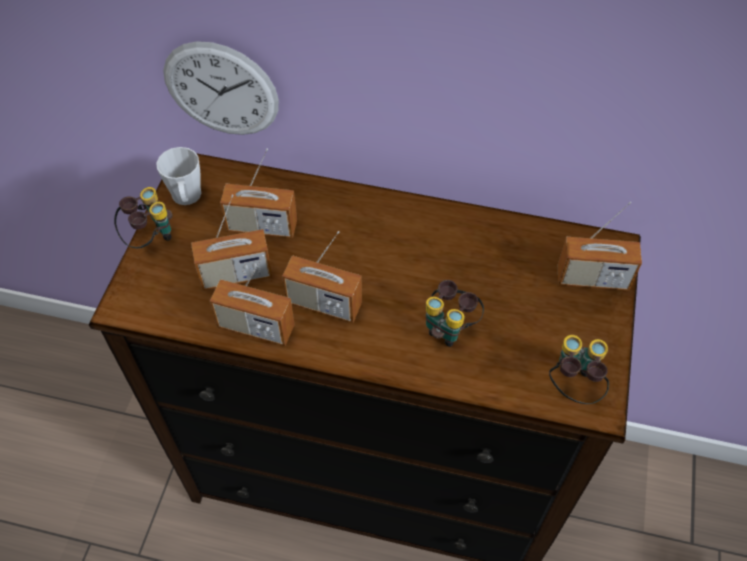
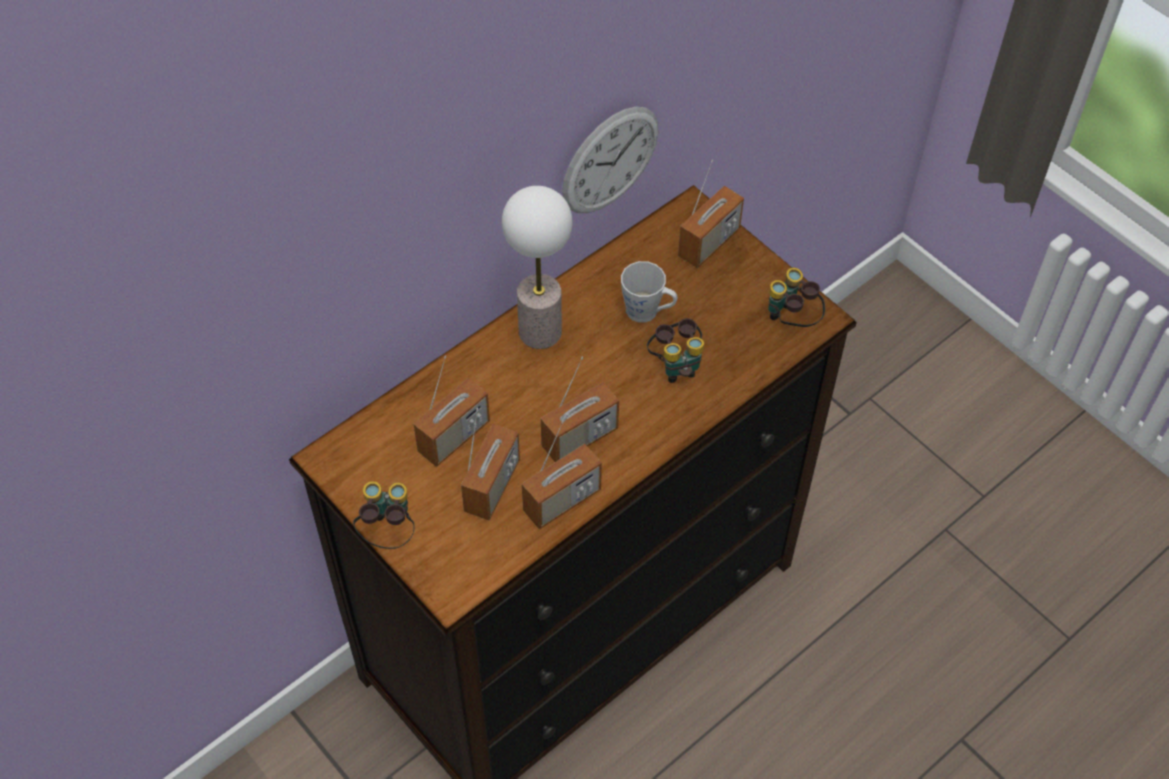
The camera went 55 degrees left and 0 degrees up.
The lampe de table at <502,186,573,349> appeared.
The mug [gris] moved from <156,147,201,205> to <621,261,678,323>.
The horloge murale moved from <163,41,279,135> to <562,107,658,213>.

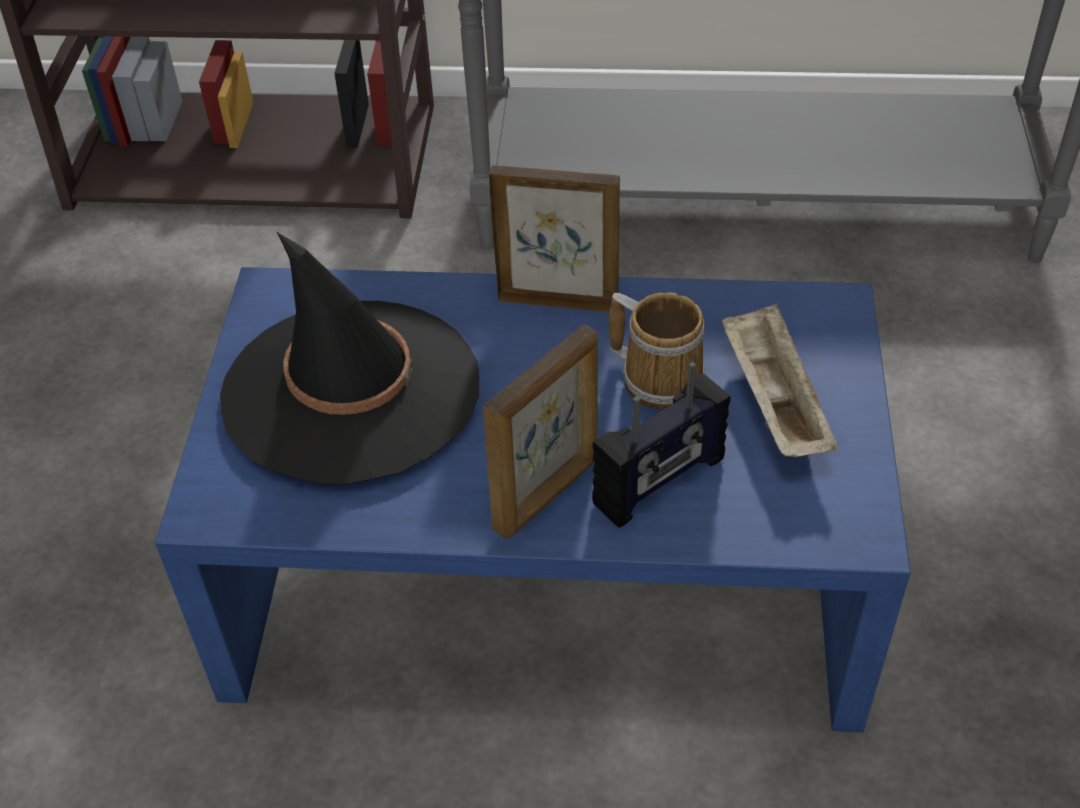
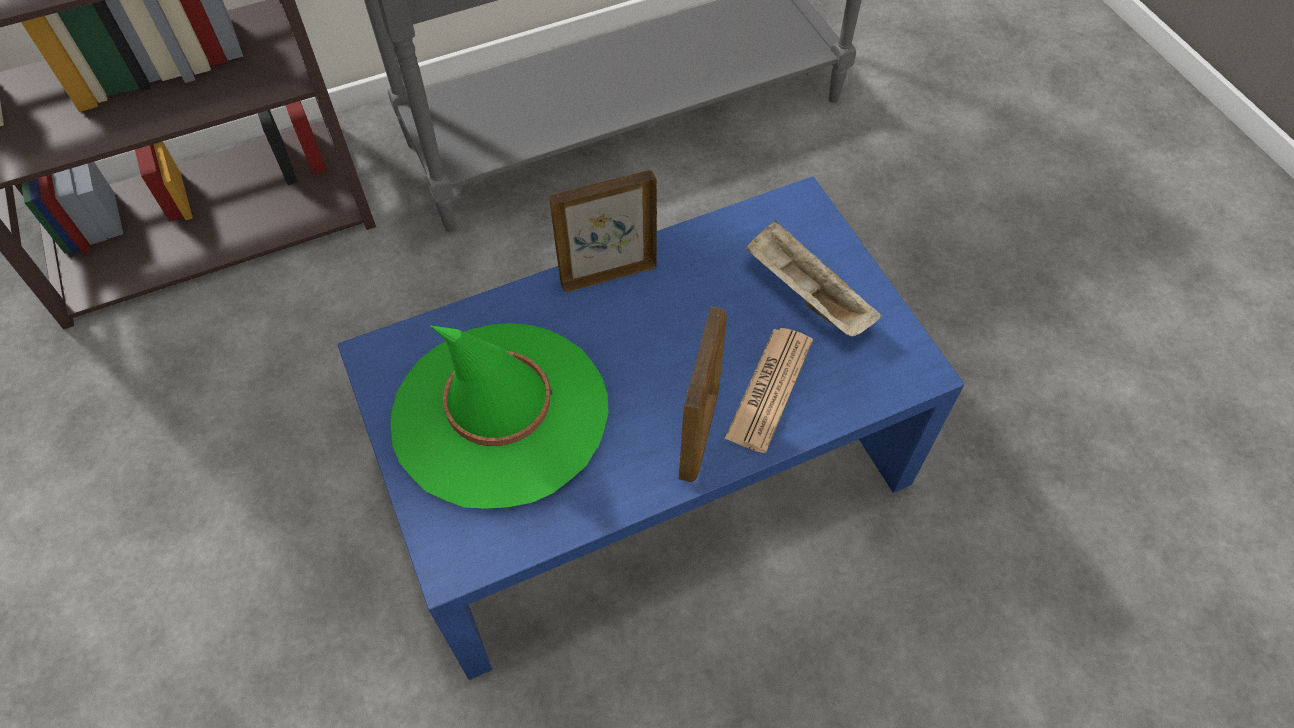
The camera went 30 degrees left and 10 degrees up.
The mug at <609,292,705,410> disappeared.
The radio at <592,362,731,528> was replaced by the journal at <725,328,813,453>.
The chapeau [noir] at <220,232,479,485> became the chapeau [vert] at <391,323,609,509>.

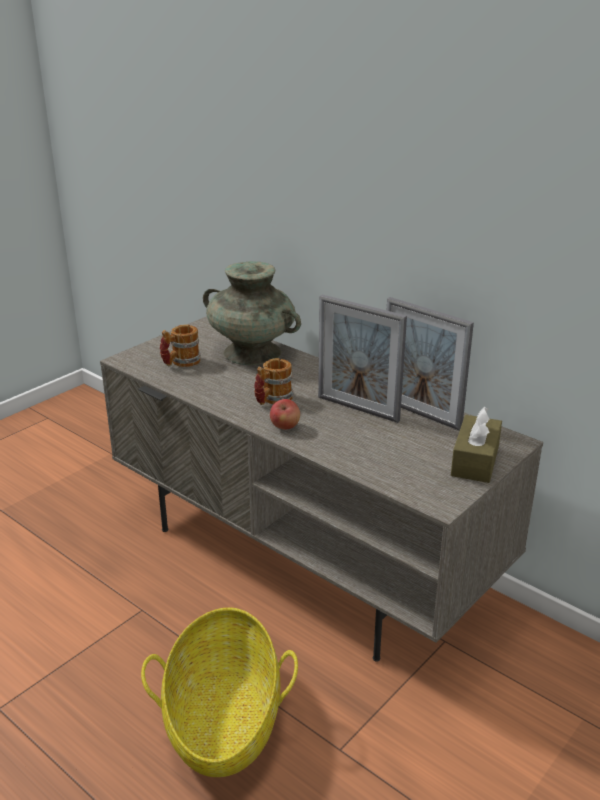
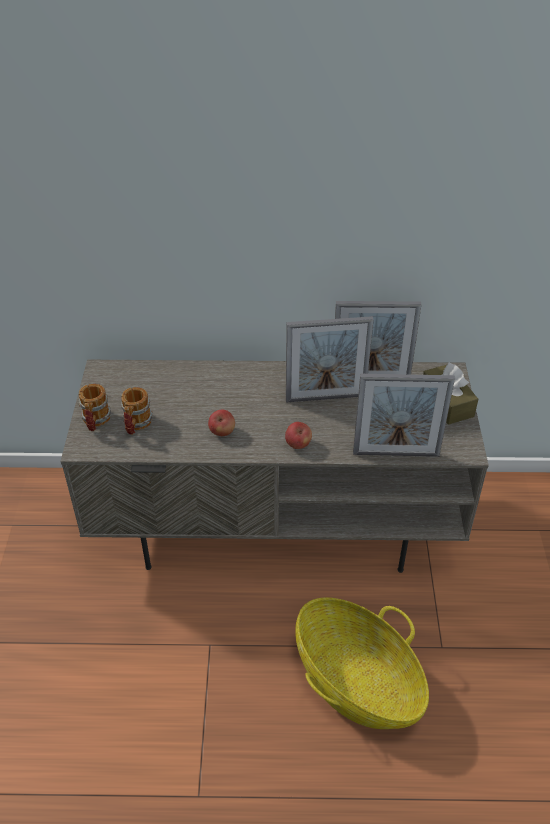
The camera went 40 degrees left and 15 degrees up.
The vase [turquoise] at <203,261,301,365> disappeared.
The pomme at <208,409,235,436> appeared.
The cadre photo at <353,374,455,457> appeared.
The mug moved from <254,358,294,405> to <79,384,111,431>.

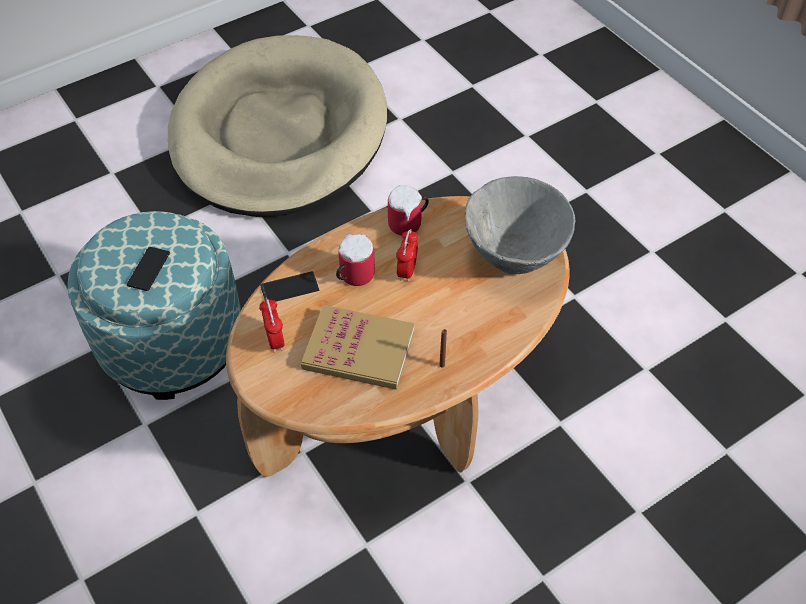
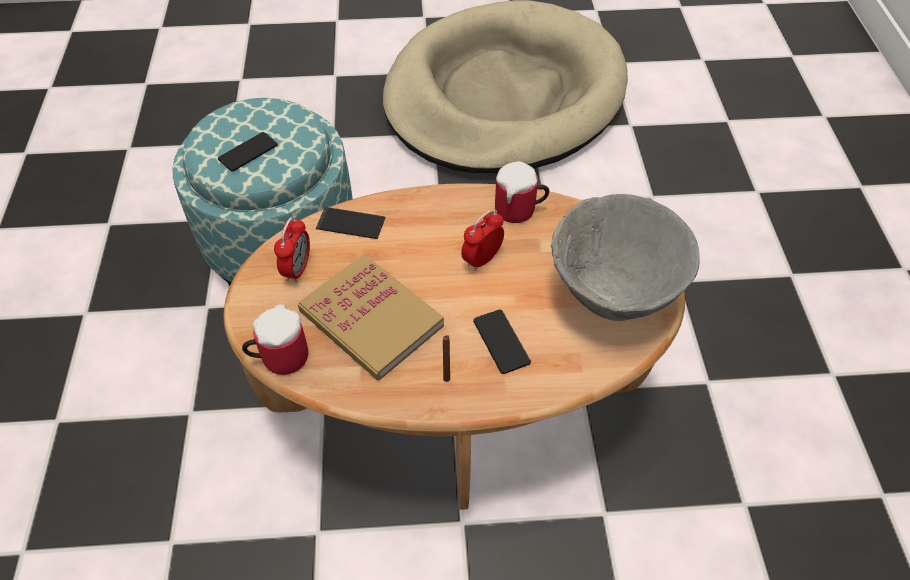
The camera went 30 degrees right and 0 degrees up.
The téléphone at <473,309,531,374> appeared.
The mug moved from <336,234,375,286> to <242,304,308,375>.

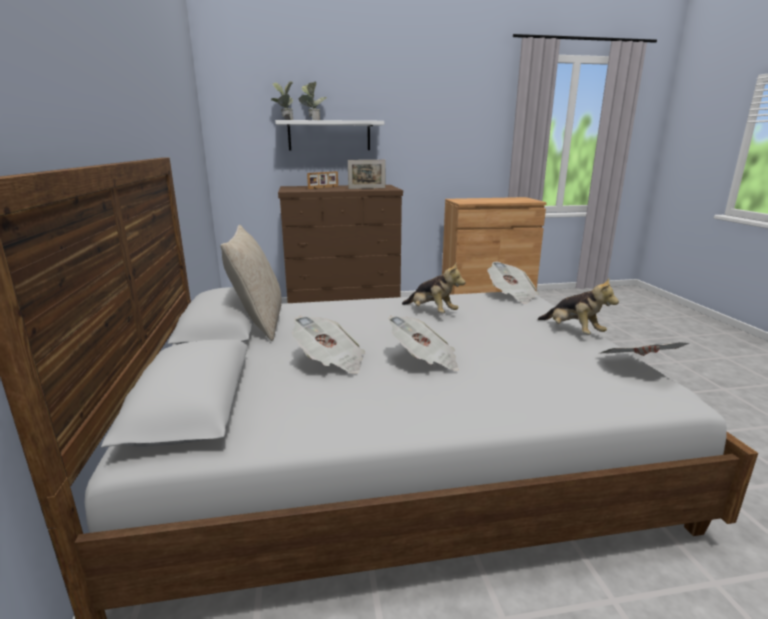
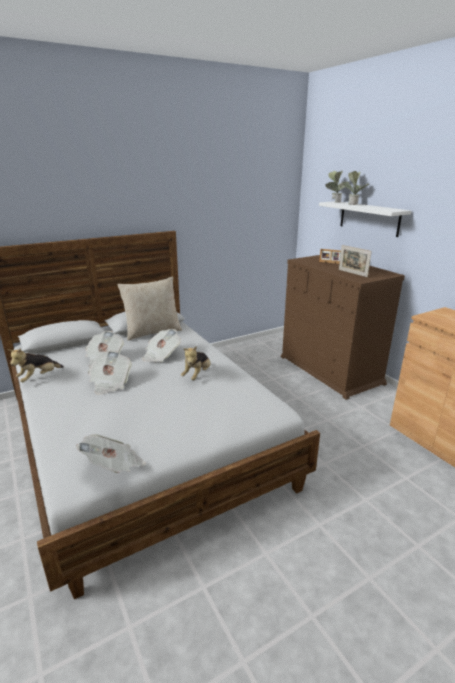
The camera went 70 degrees right and 5 degrees up.
The journal moved from <487,262,539,304> to <142,329,181,362>.
The peluche moved from <538,278,619,334> to <8,348,64,382>.

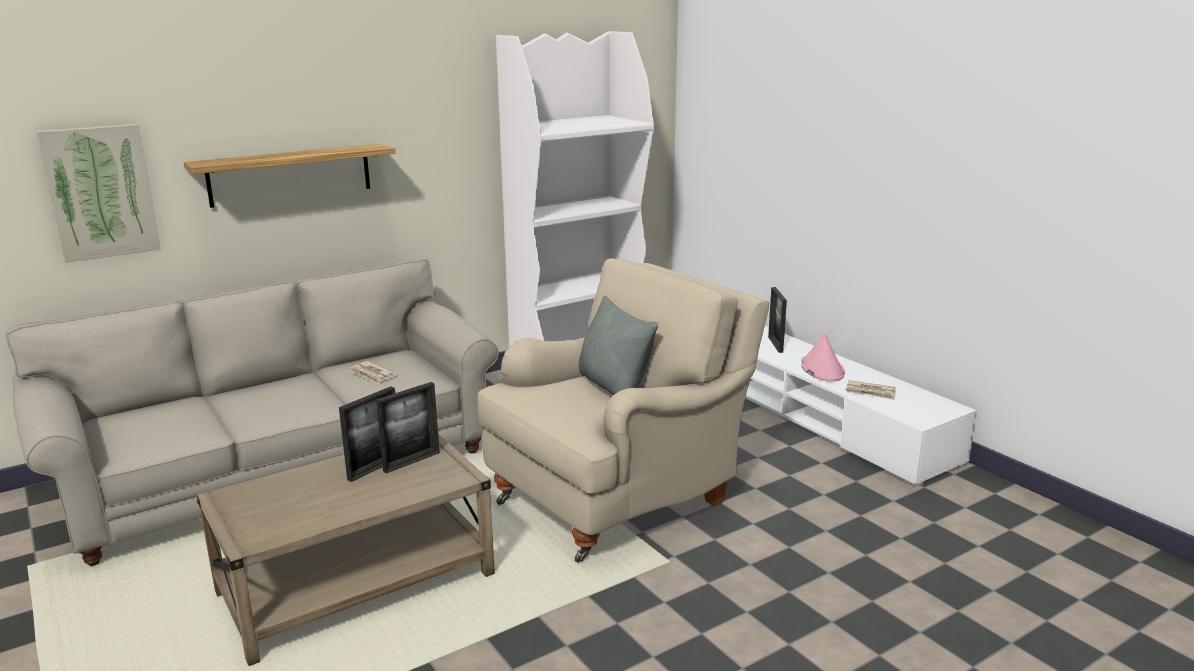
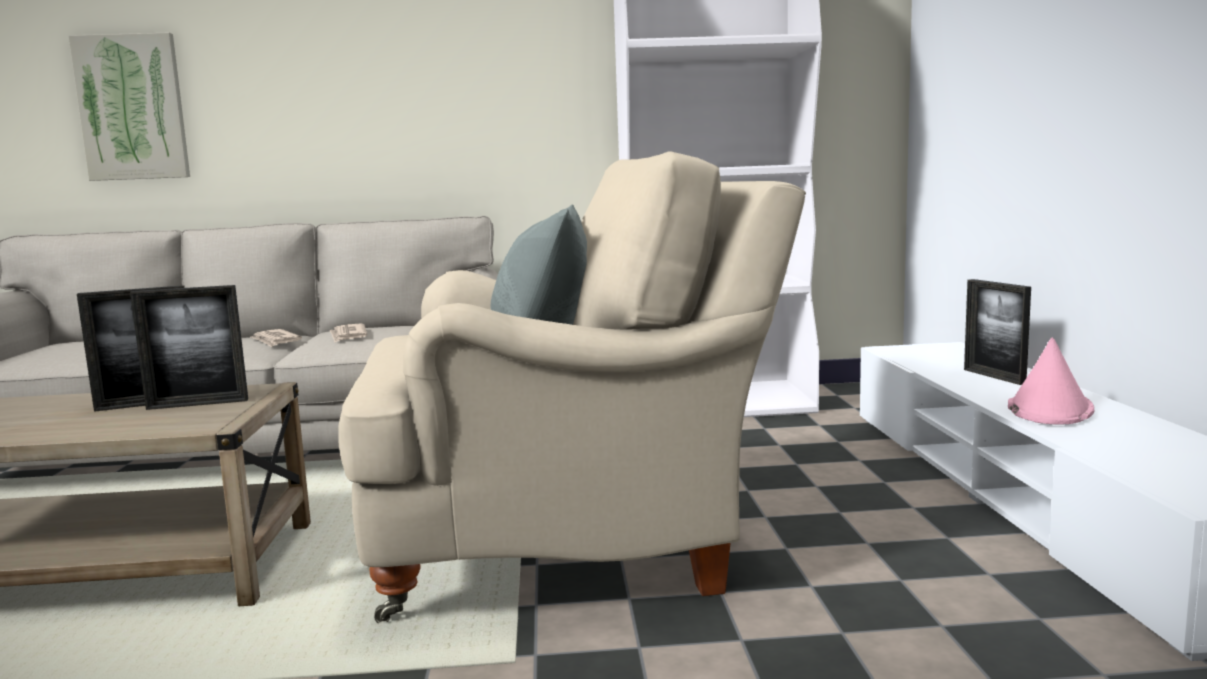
The camera went 30 degrees right and 10 degrees down.
The étagère at <184,144,396,208> disappeared.
The journal moved from <845,380,896,400> to <251,329,302,347>.
The cadre photo at <768,287,787,353> turned 45 degrees counterclockwise.

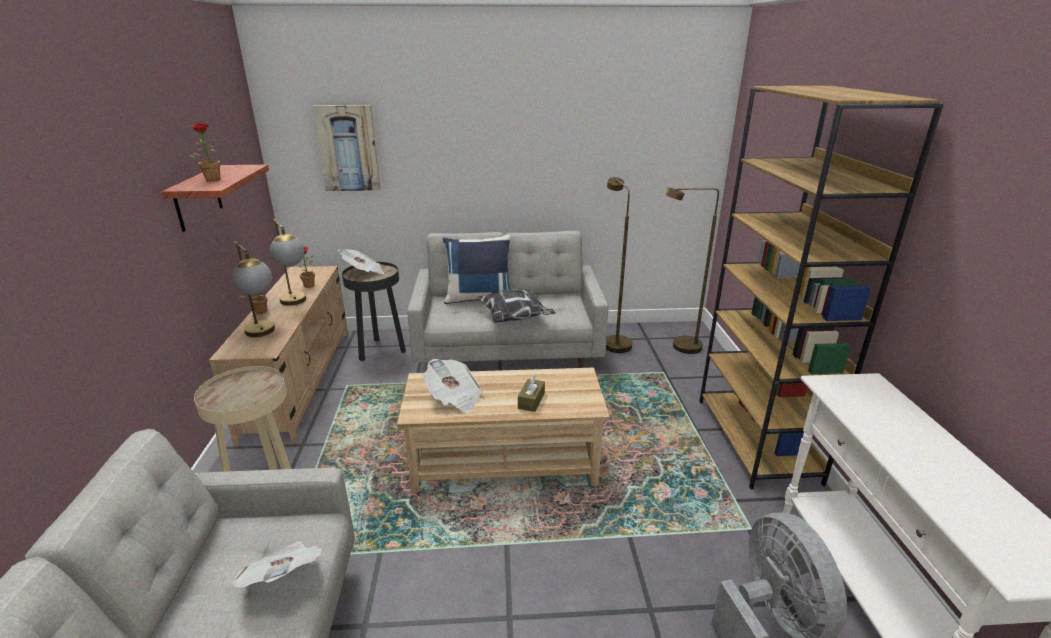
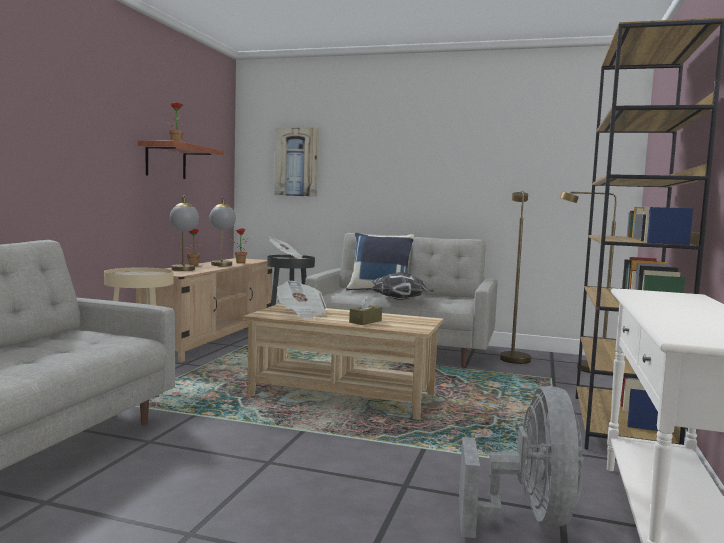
The camera went 20 degrees right and 20 degrees down.
The journal at <231,541,324,588> disappeared.

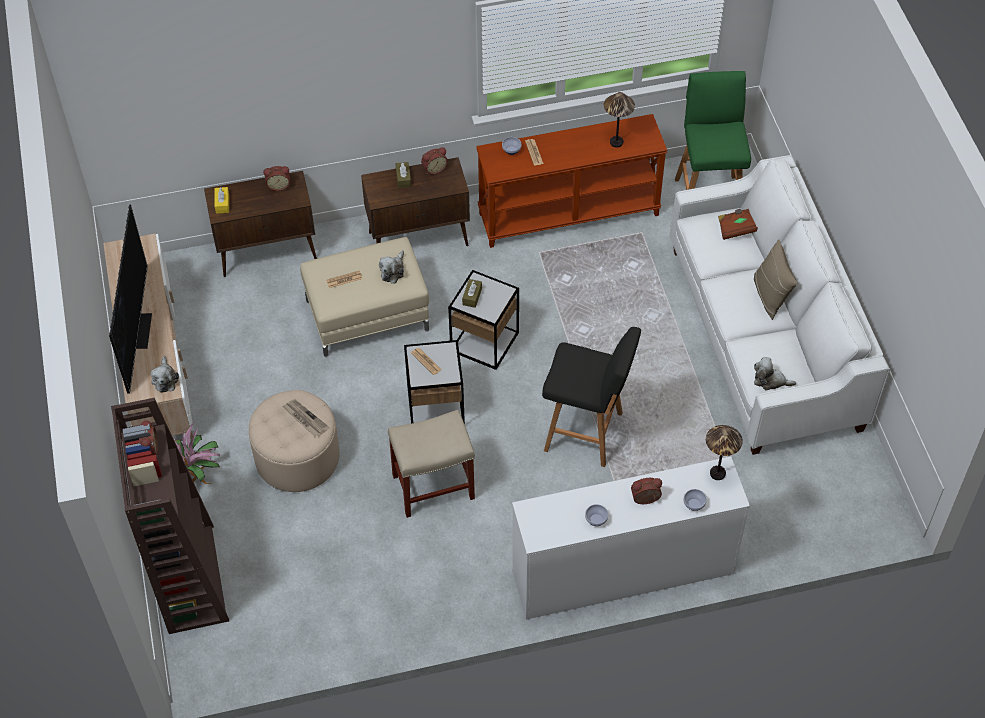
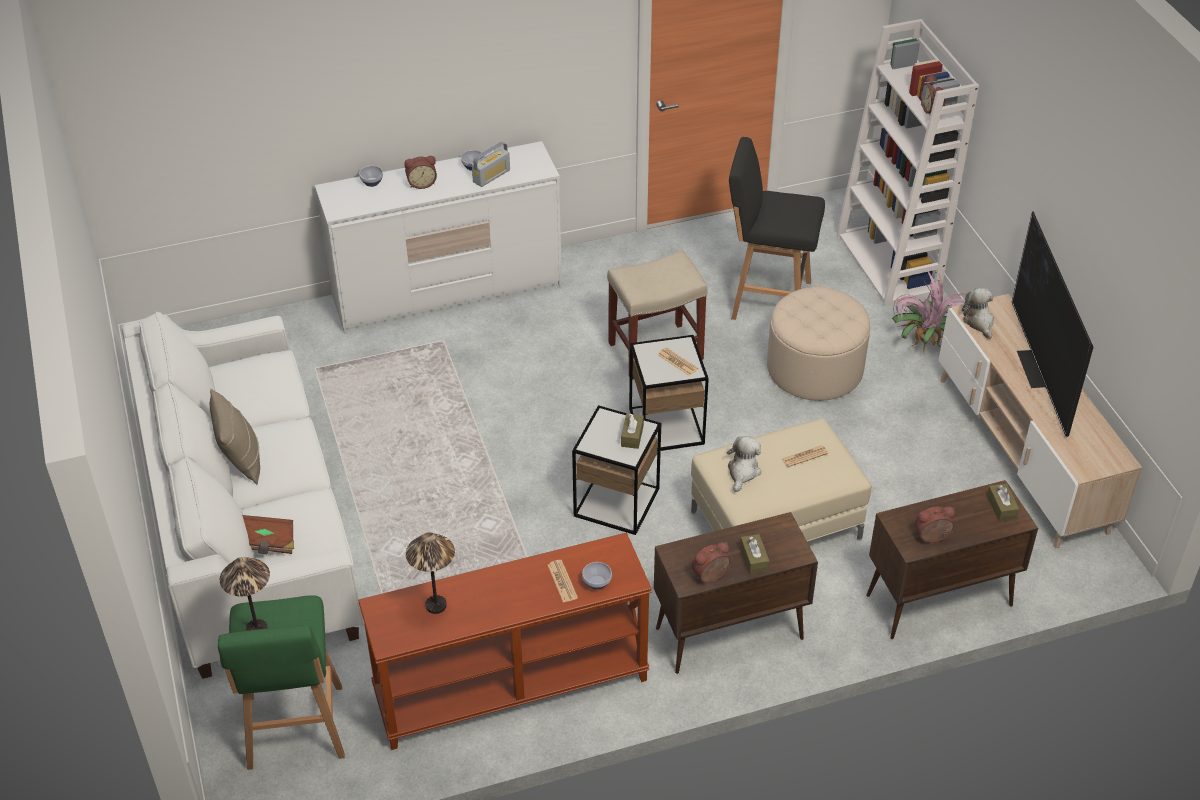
The camera went 175 degrees right and 10 degrees down.
The journal at <282,399,329,437> disappeared.
The peluche at <754,357,796,391> disappeared.
The radio at <472,142,510,187> appeared.
The tabouret [noir] moved from <542,327,641,467> to <729,137,825,320>.
The lampe de table moved from <706,425,743,480> to <220,557,270,631>.
The bibliothèque [marron] at <111,398,229,634> became the bibliothèque [blanc] at <836,19,979,307>.
The boîte à mouchoirs [jaune] at <214,187,229,214> became the boîte à mouchoirs [marron] at <987,483,1019,522>.

